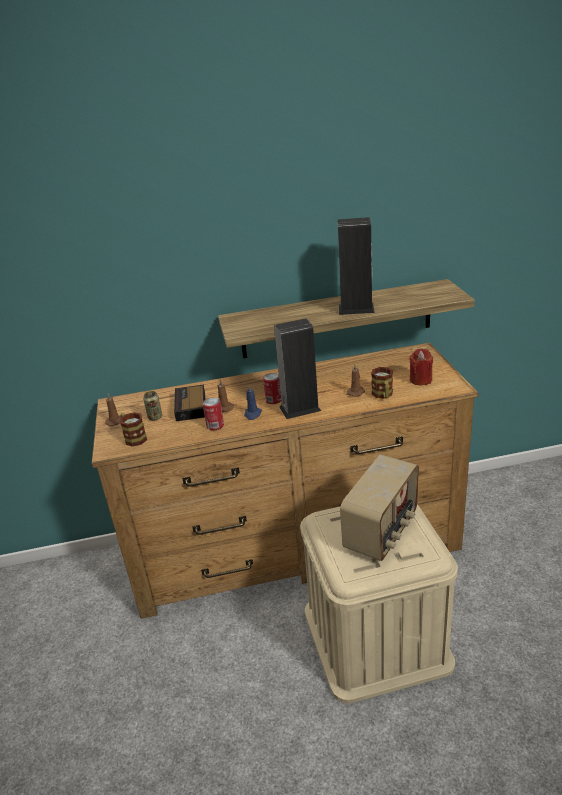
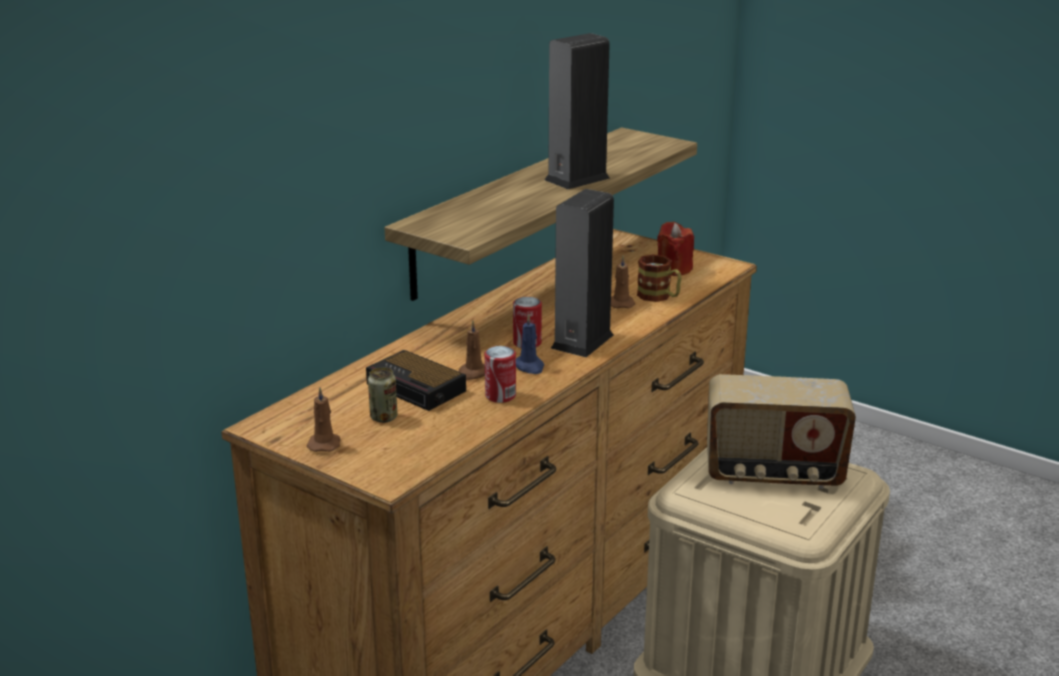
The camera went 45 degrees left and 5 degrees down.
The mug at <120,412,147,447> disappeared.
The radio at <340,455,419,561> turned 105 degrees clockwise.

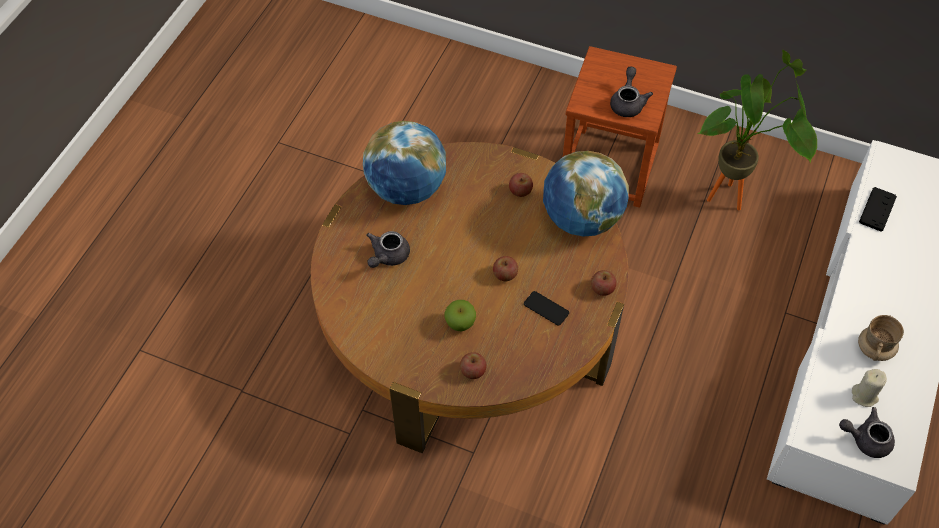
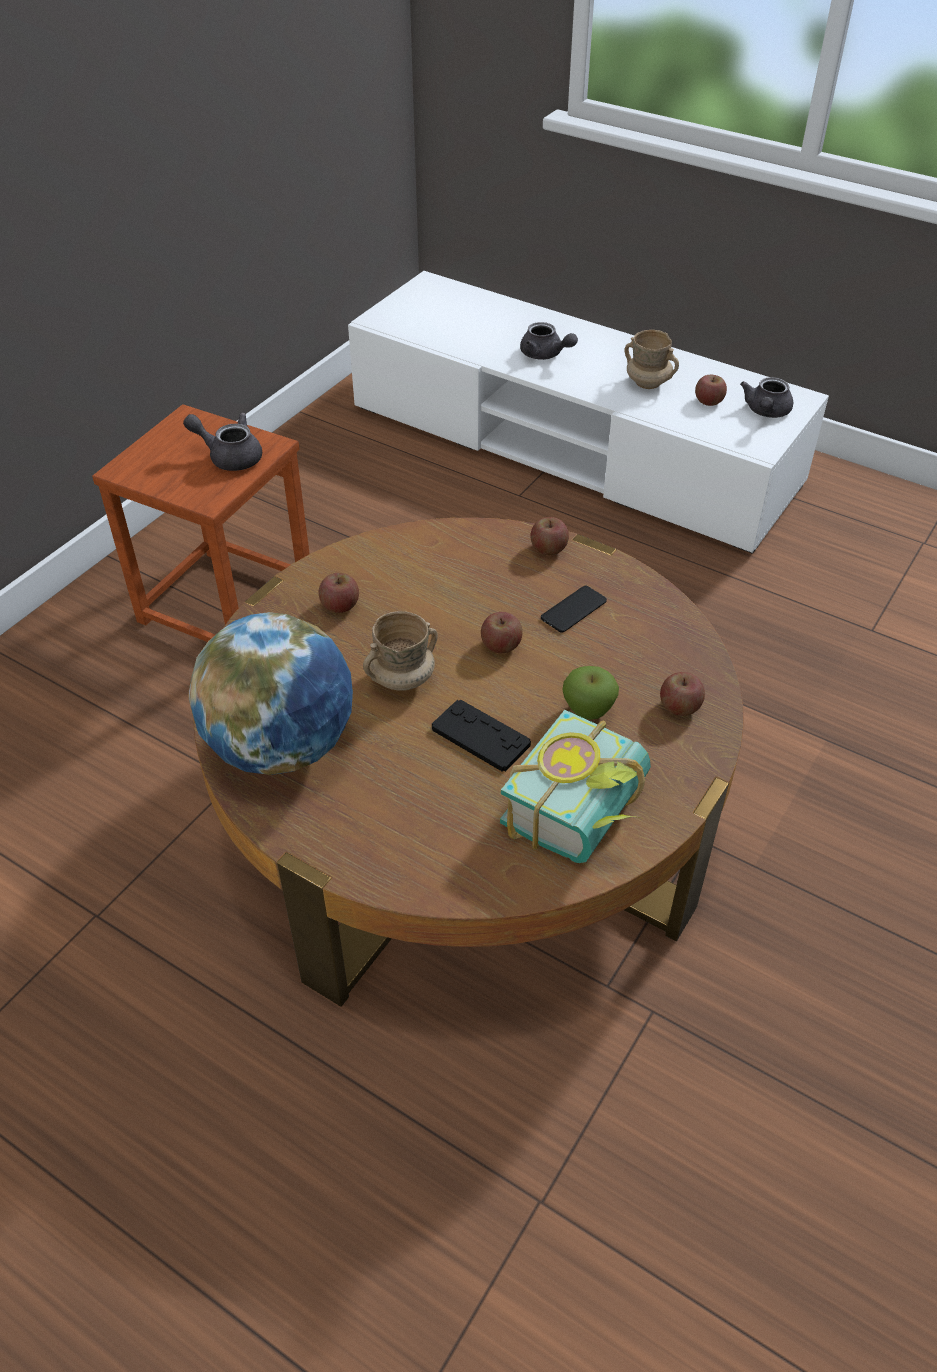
The camera went 80 degrees left and 10 degrees down.
The globe at <543,151,629,237> disappeared.
The plante en pot at <697,50,817,210> disappeared.
The mug [beige] at <363,611,438,691> appeared.
The livre at <500,710,651,863> appeared.
The théière [gris] moved from <366,231,410,268> to <520,322,578,360>.
The manette [noir] moved from <859,187,897,231> to <432,699,531,772>.
The bougie [beige] at <852,369,887,407> was replaced by the pomme at <695,375,727,406>.

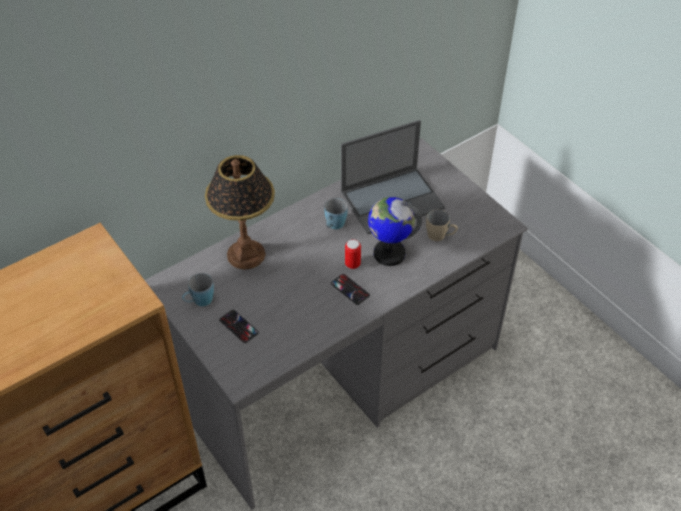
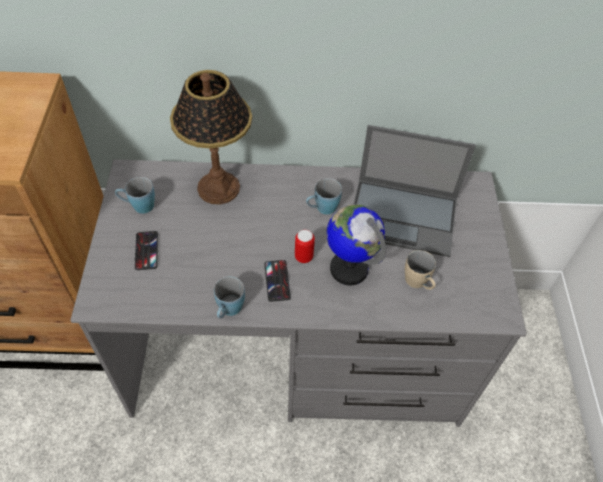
The camera went 35 degrees right and 5 degrees up.
The mug [bleu] at <214,277,245,319> appeared.

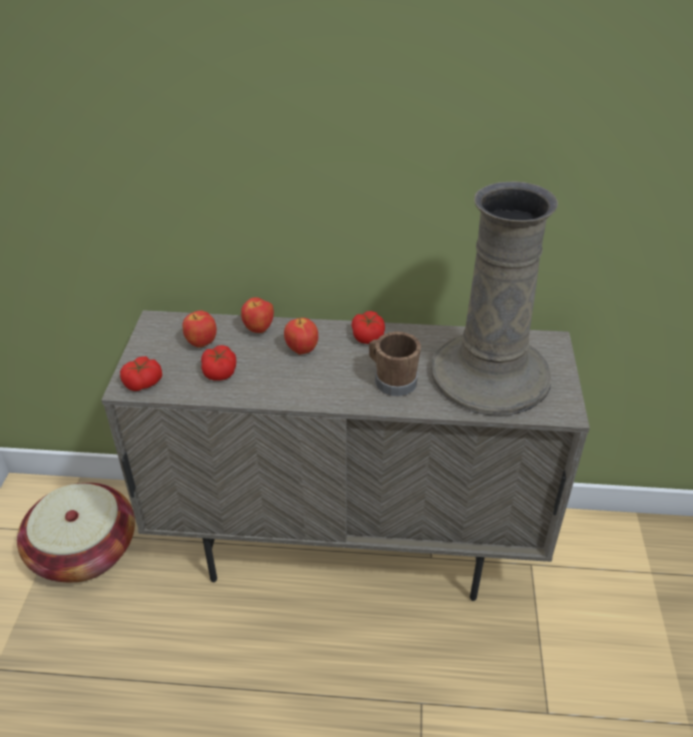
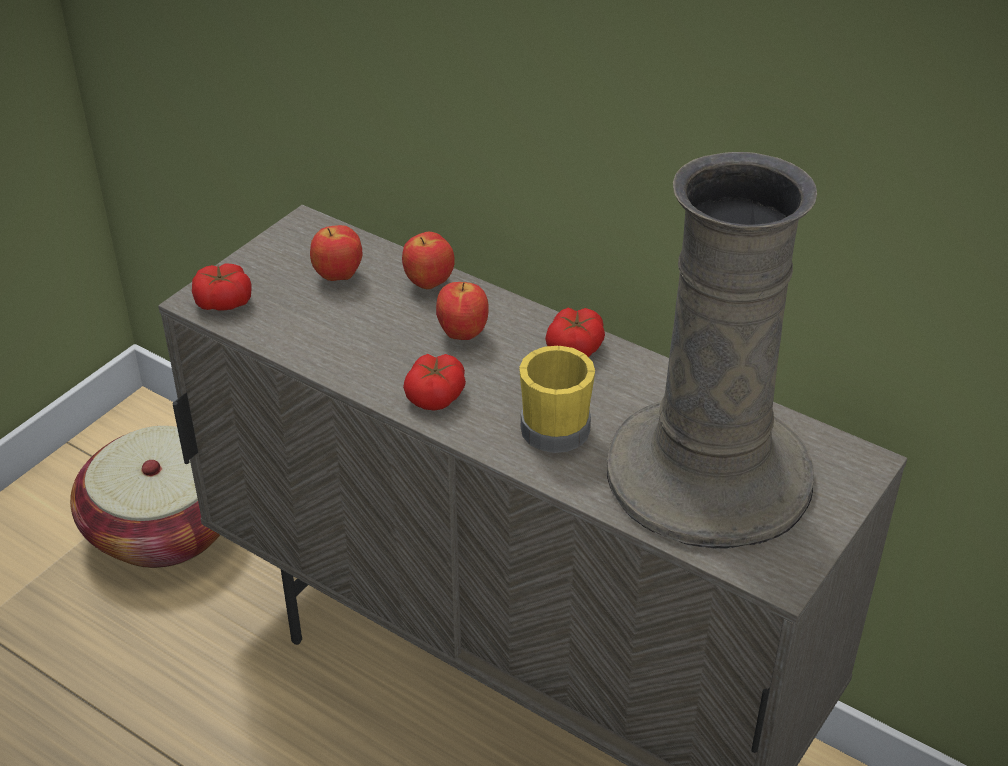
The camera went 30 degrees right and 0 degrees up.
The tomate moved from <201,345,236,381> to <403,354,466,411>.
The mug [marron] at <369,331,421,396> became the mug [jaune] at <519,346,595,453>.

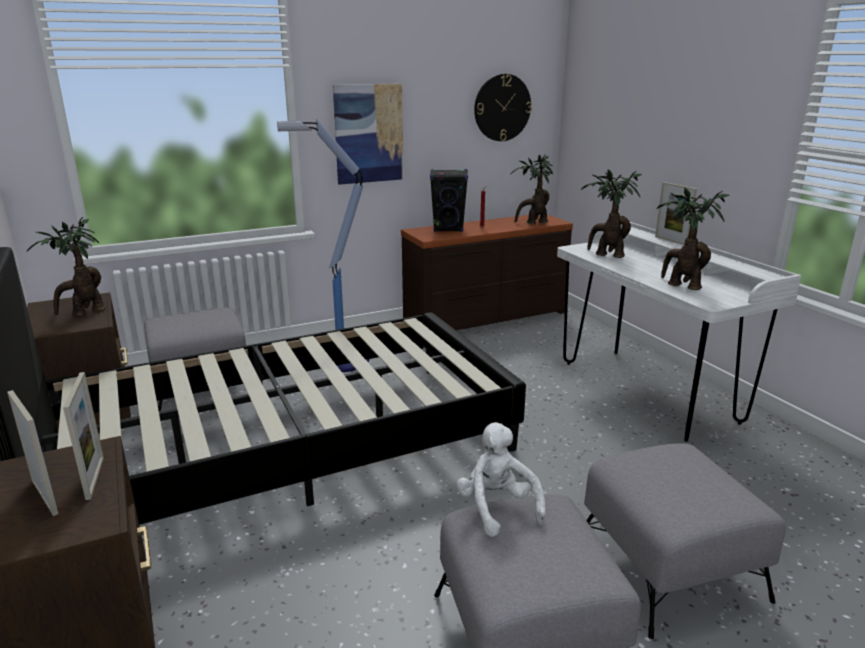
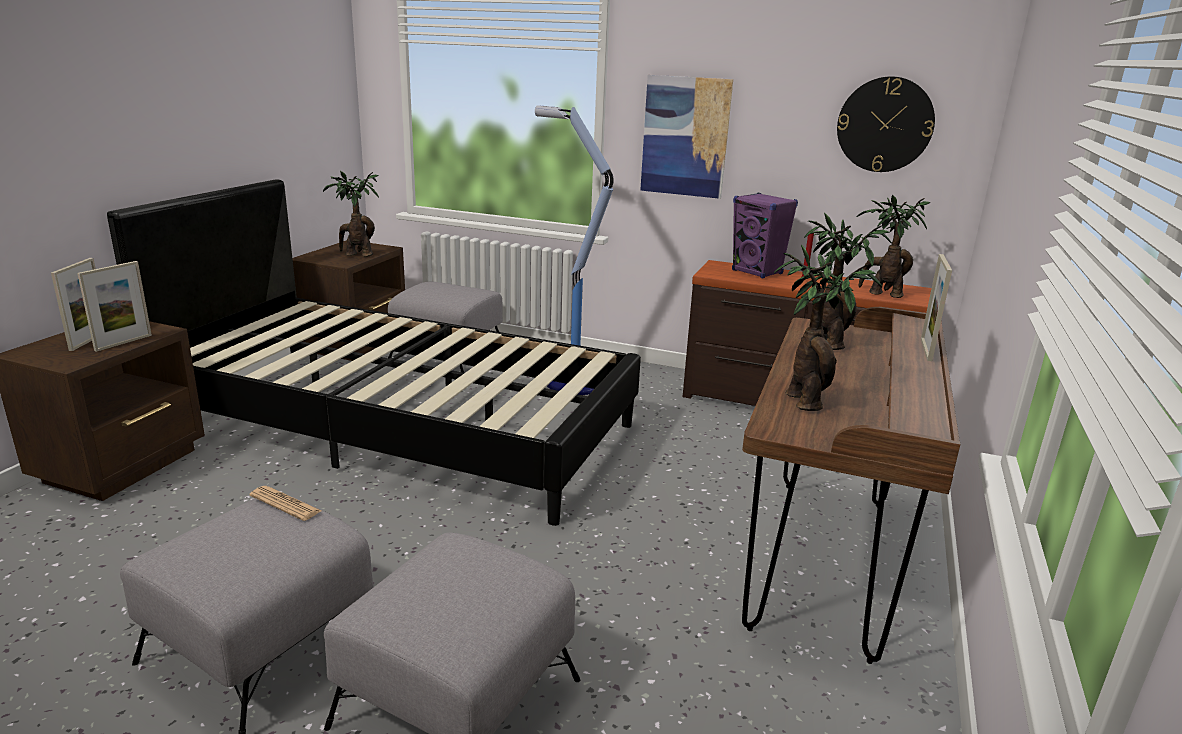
The camera went 45 degrees right and 0 degrees up.
The peluche [blanc] at <456,422,546,537> was replaced by the journal at <249,486,321,521>.
The enceinte [noir] at <430,169,468,232> became the enceinte [violet] at <732,193,798,279>.
The bureau [blanc] at <557,222,801,442> became the bureau [marron] at <742,307,960,664>.

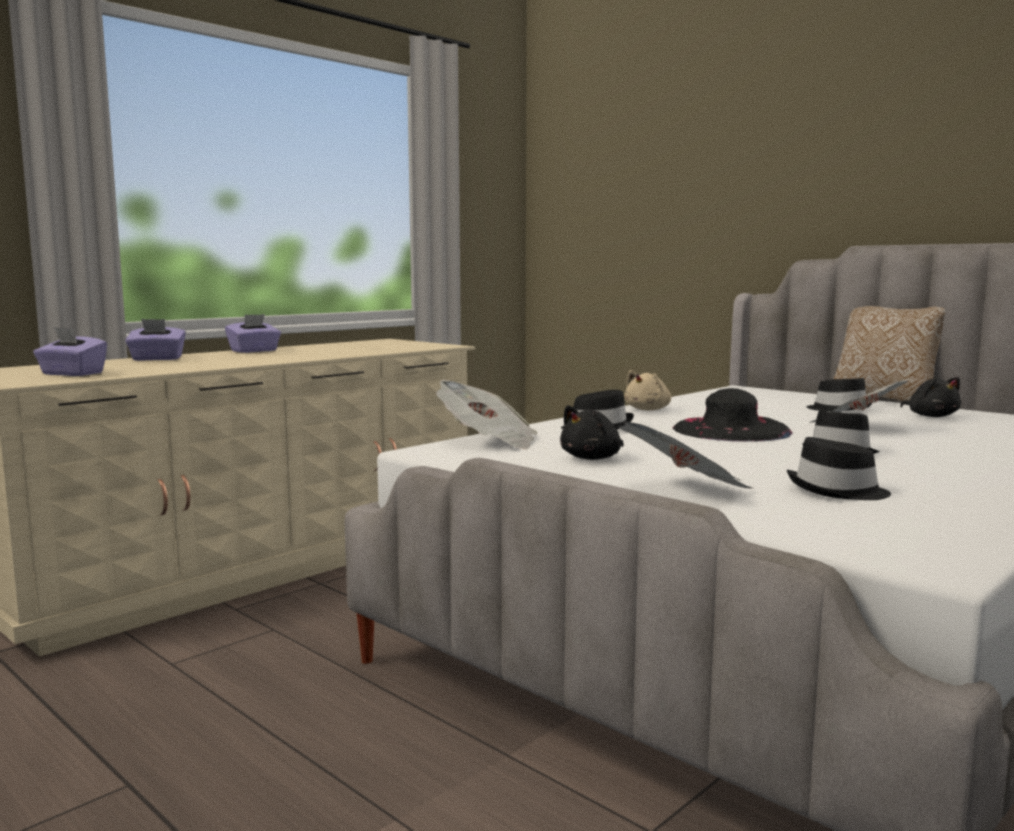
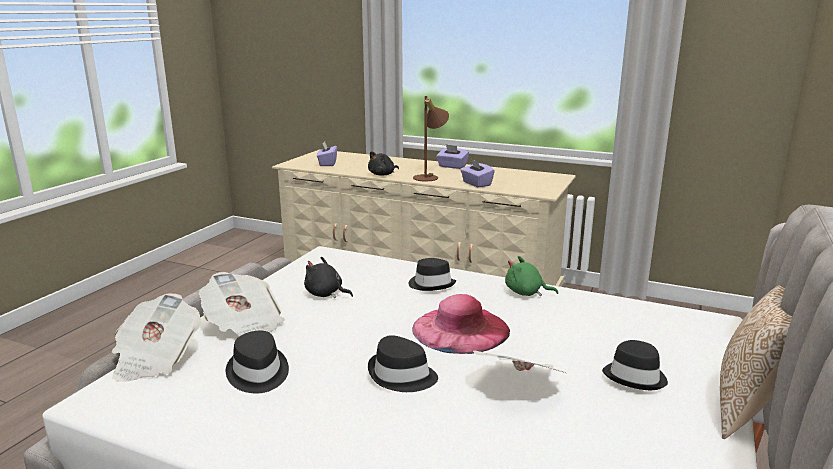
The camera went 70 degrees right and 10 degrees up.
The lampe de table [marron] at <413,96,449,181> appeared.
The boîte à mouchoirs [violet] moved from <125,319,186,361> to <461,159,495,188>.
The journal moved from <436,380,537,450> to <112,293,201,382>.
The peluche [noir] moved from <900,377,961,417> to <368,151,399,176>.
The peluche [beige] at <624,370,671,410> became the peluche [vert] at <505,256,558,296>.
The chapeau [noir] at <673,388,793,442> became the chapeau [rose] at <412,294,510,354>.

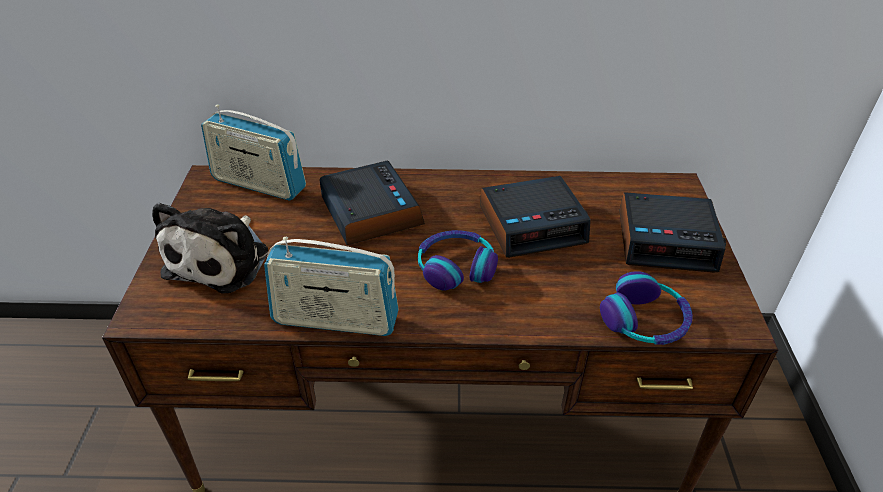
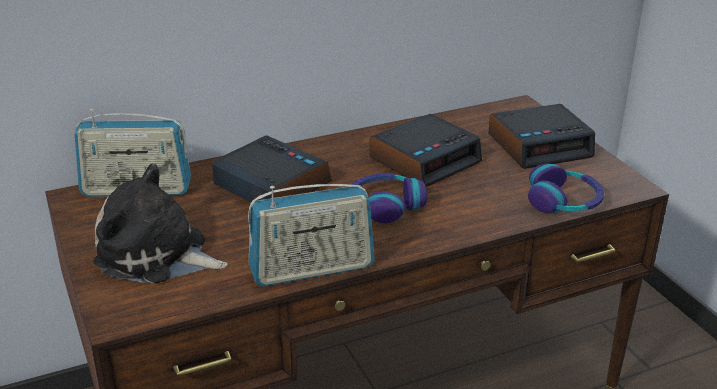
The camera went 25 degrees left and 10 degrees down.
The peluche at <152,202,268,294> turned 120 degrees clockwise.

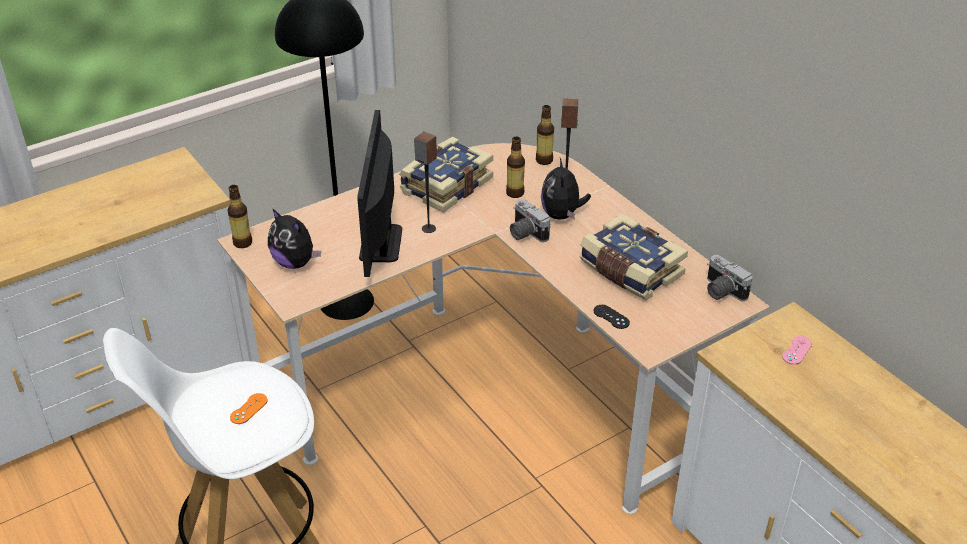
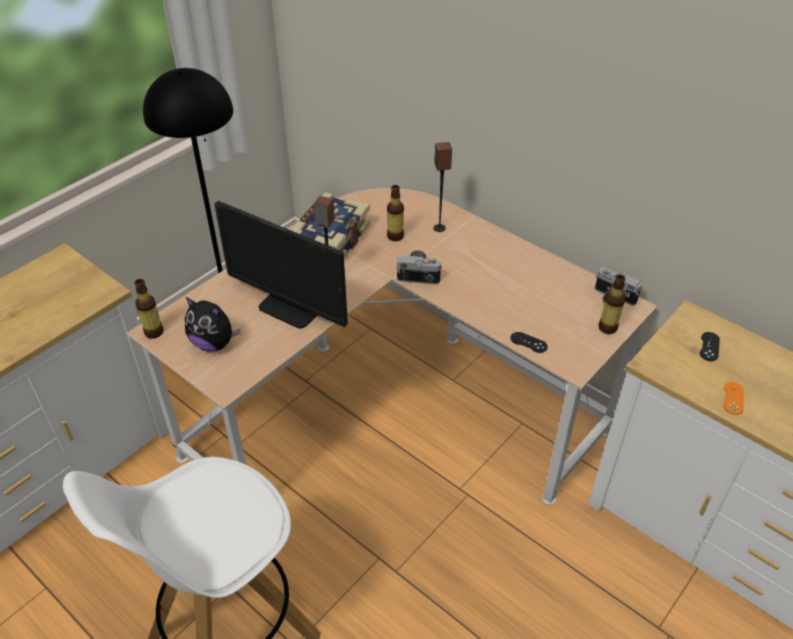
The camera went 15 degrees left and 5 degrees up.
The peluche at <541,158,591,220> disappeared.
The livre at <580,213,688,301> disappeared.
The manette [orange] moved from <230,393,268,424> to <723,382,744,415>.
The bouteille moved from <536,105,554,165> to <598,275,625,334>.
The manette [rose] at <782,336,812,365> became the manette [noir] at <700,332,720,361>.
The écran d'ordinateur at <357,110,402,277> turned 45 degrees counterclockwise.
The appareil photo at <510,199,551,242> turned 150 degrees clockwise.

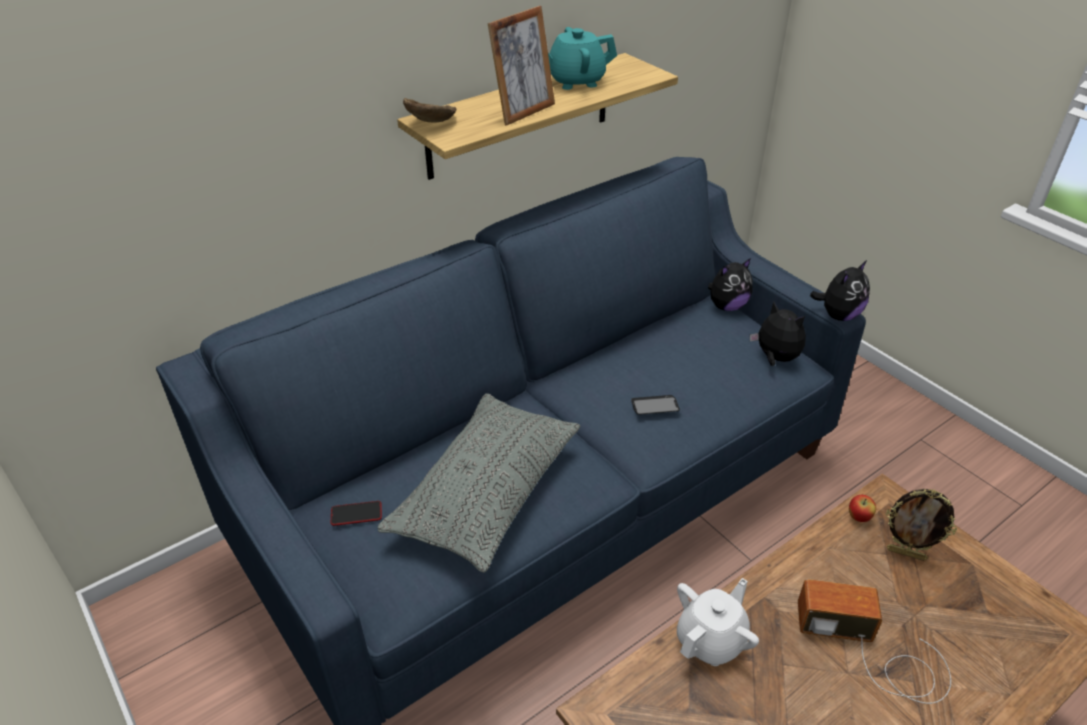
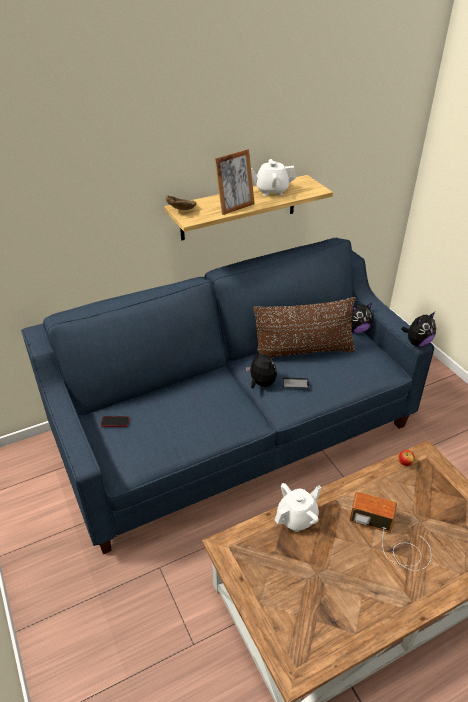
The camera went 10 degrees right and 0 degrees up.
The coussin [gris] at <378,393,580,572> disappeared.
The cadre photo at <886,489,957,561> disappeared.
The coussin [marron] at <253,297,356,358> appeared.
The peluche moved from <750,302,806,366> to <246,350,277,389>.
The théière [turquoise] at <548,27,617,90> became the théière [blanc] at <251,159,296,196>.

